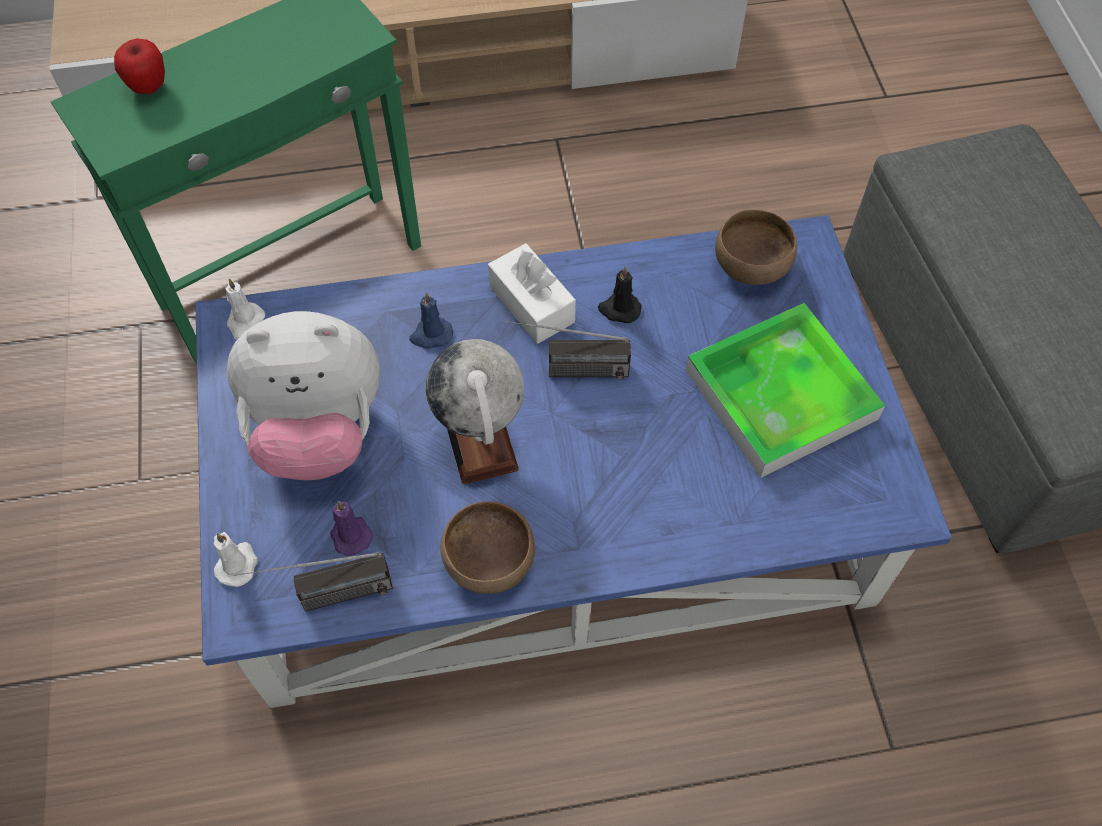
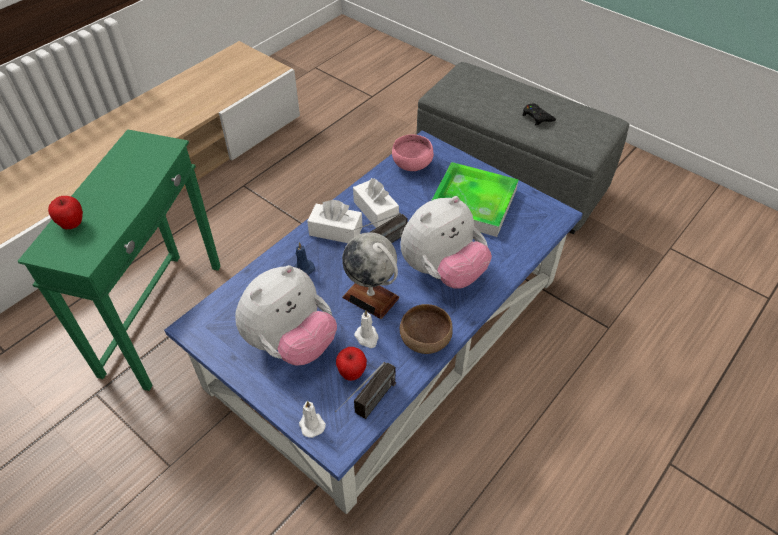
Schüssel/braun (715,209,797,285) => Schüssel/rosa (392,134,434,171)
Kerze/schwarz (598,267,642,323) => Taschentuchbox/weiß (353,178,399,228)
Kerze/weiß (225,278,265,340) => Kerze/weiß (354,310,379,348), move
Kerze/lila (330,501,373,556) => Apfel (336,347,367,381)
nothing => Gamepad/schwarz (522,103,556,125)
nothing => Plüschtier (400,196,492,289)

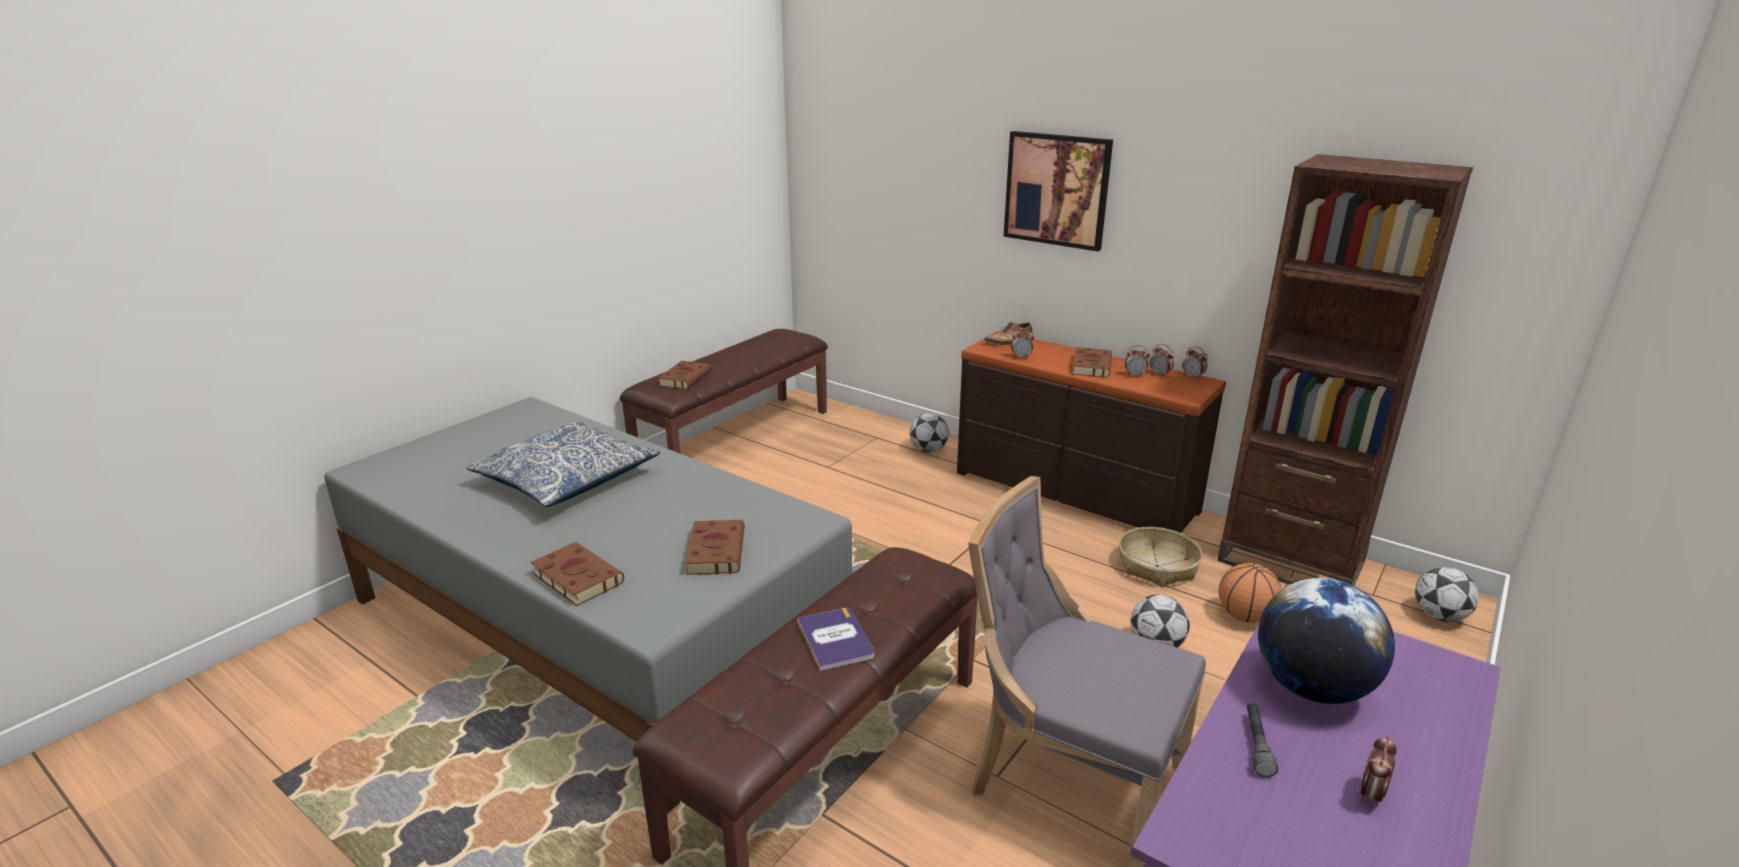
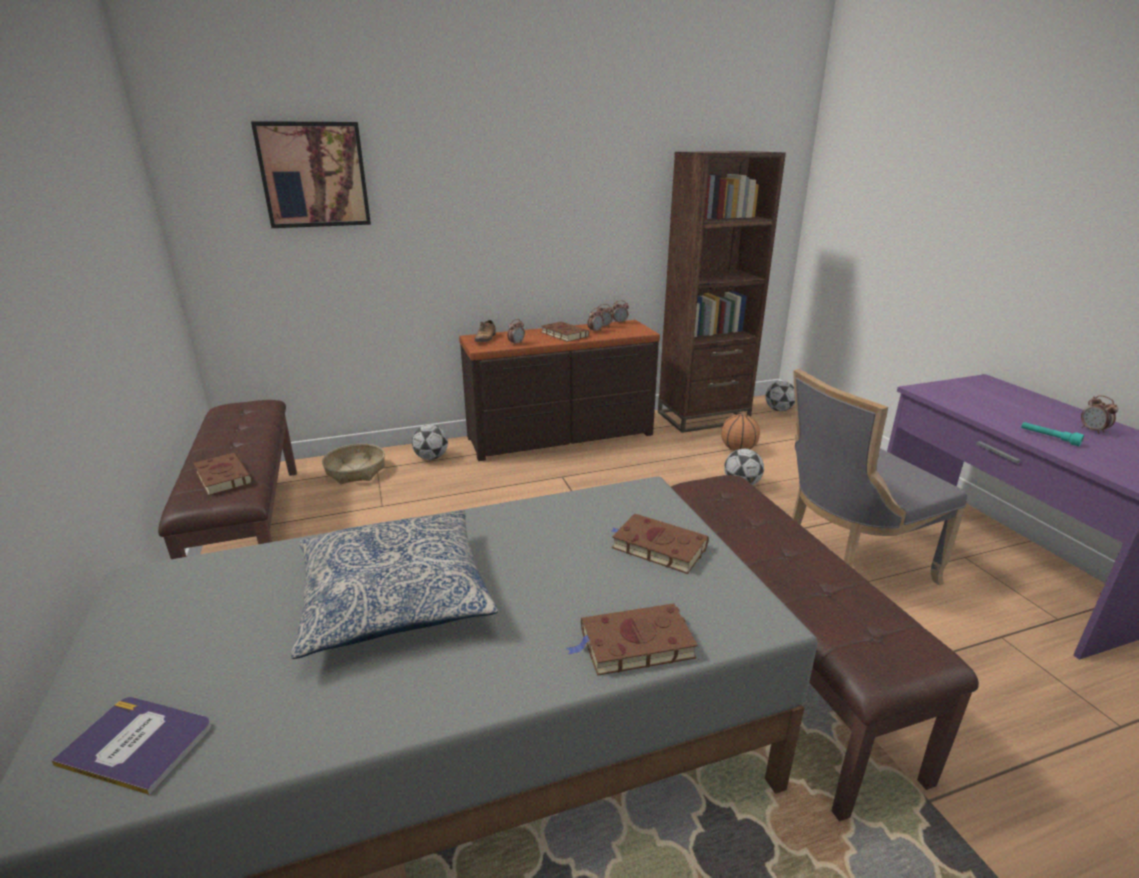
Bild (1004,131,1113,251) => Bild (251,121,371,228), move
Korb (1119,527,1203,587) => Korb (322,444,385,484), move
Globus (1258,578,1395,704) => nothing
Buch (797,608,874,671) => Buch (52,697,211,795), move
Taschenlampe/grau (1247,703,1278,777) => Taschenlampe/türkis (1021,422,1084,446)

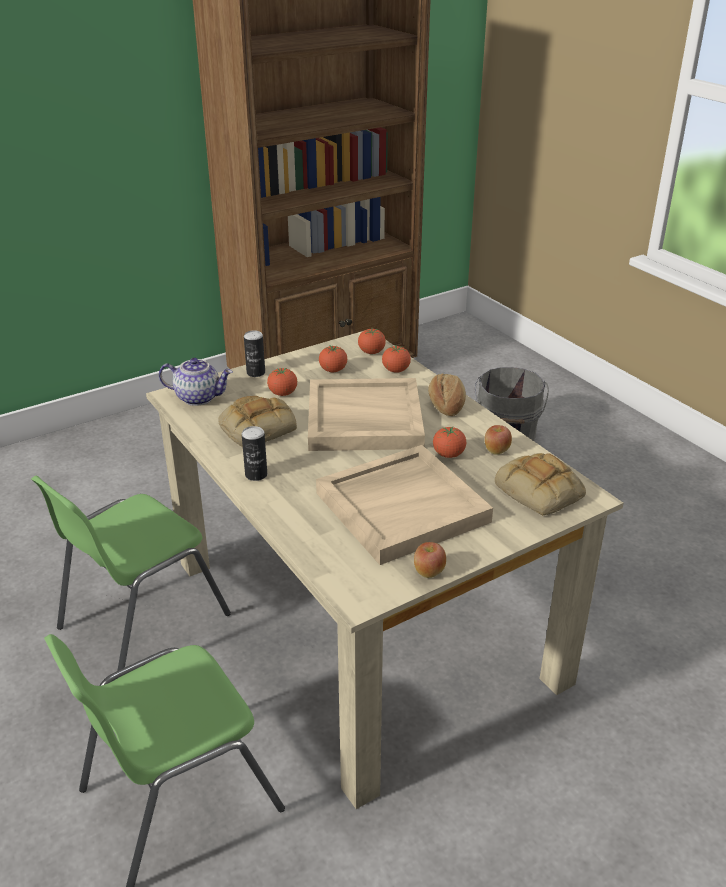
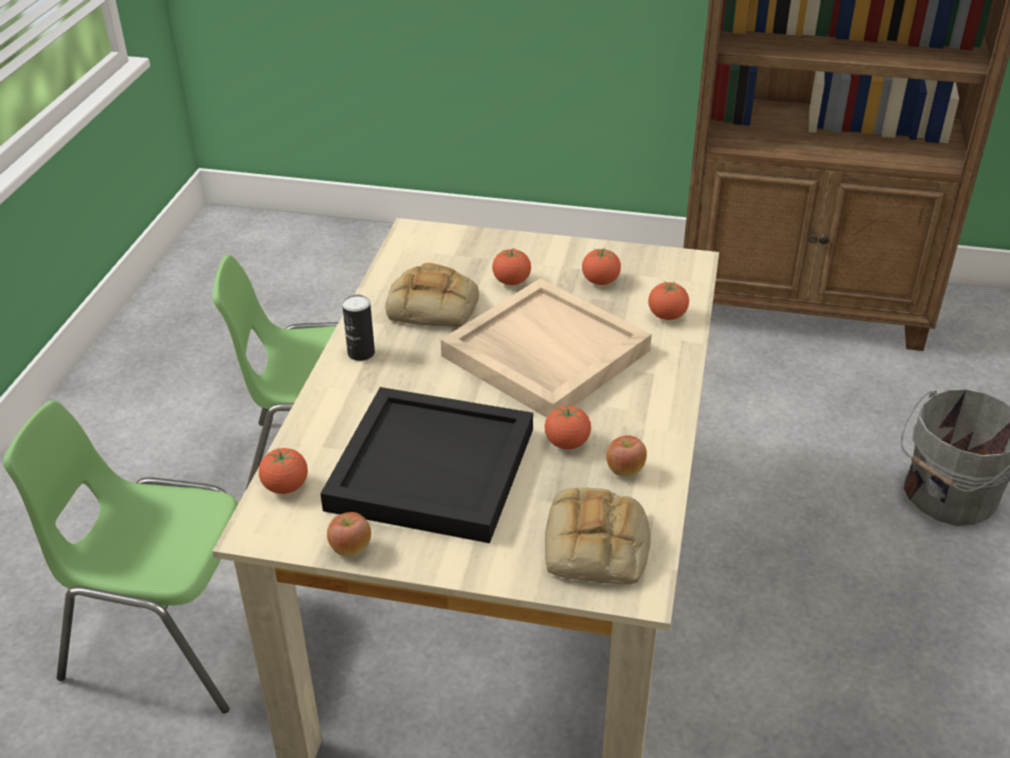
Tomate (358,329,386,354) => Tomate (259,448,308,494), move
Dose (244,330,265,377) => nothing
Teekanne (159,358,233,406) => nothing
Brot (428,374,466,416) => nothing
Tablett/beige (316,445,493,565) => Tablett/schwarz (320,387,533,543)

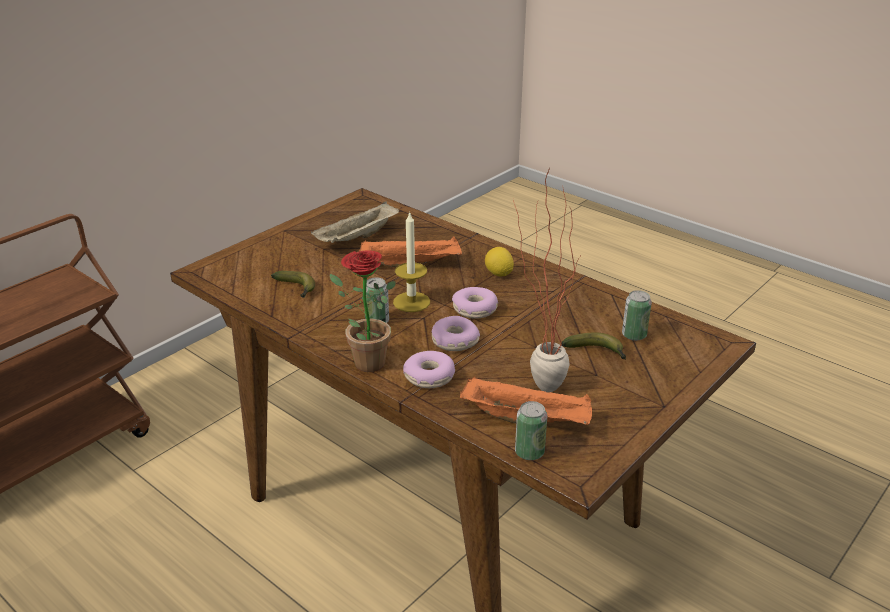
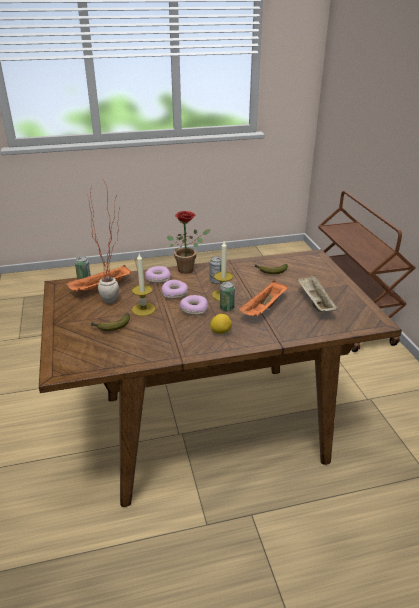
Dose (622,290,652,341) => Dose (220,282,235,311), move
nothing => Kerze (132,254,156,316)

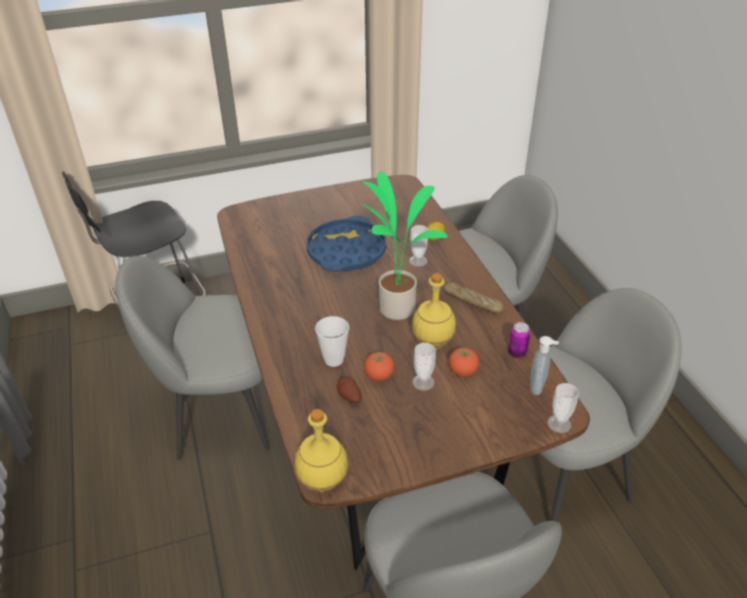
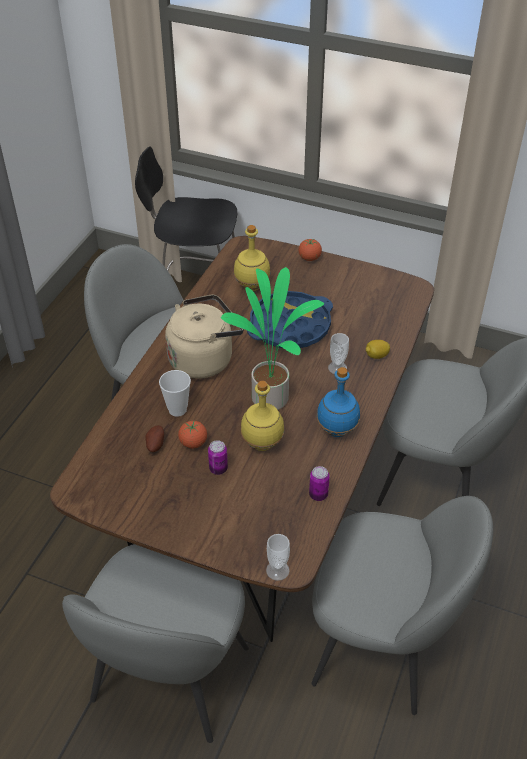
Brot (444,283,504,313) => Flasche/blau (317,367,360,437)
Seifenspender (530,336,559,395) => nothing
Tasse (412,343,436,391) => Dose (208,440,228,475)
Tomate (449,347,479,377) => Tomate (298,239,322,261), move
Flasche/gelb (295,409,349,492) => Flasche/gelb (234,225,270,291), move
nothing => Wasserkessel/beige (165,294,244,379)

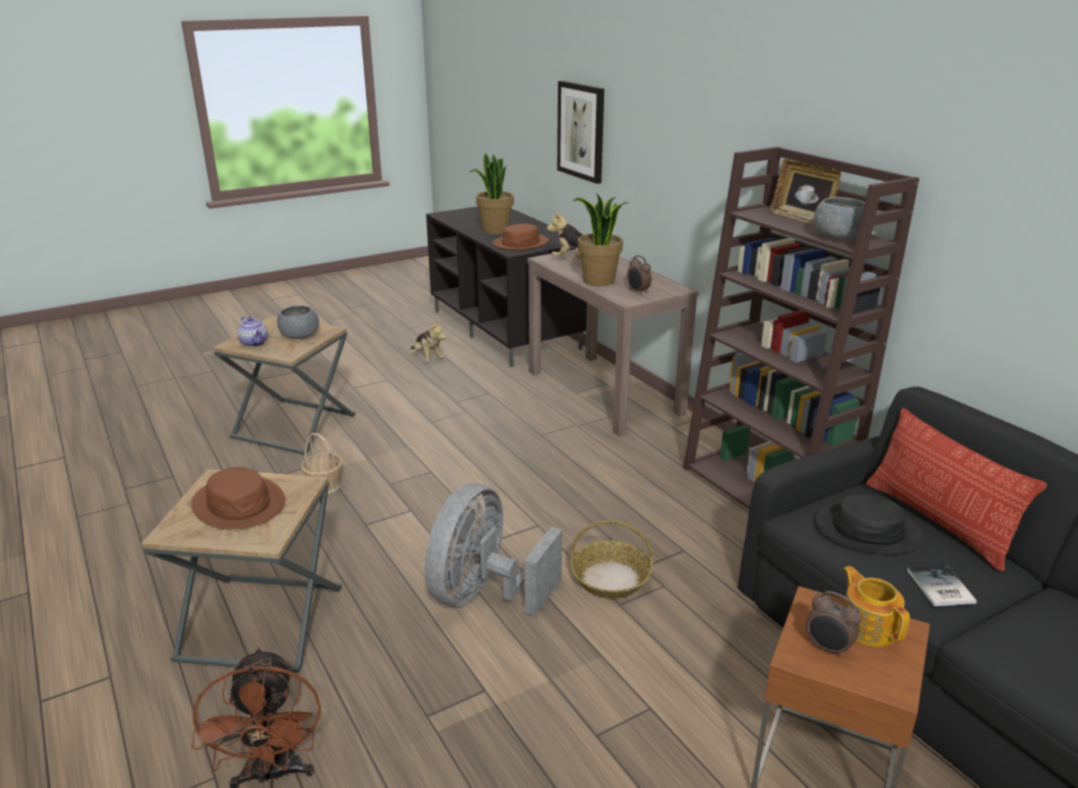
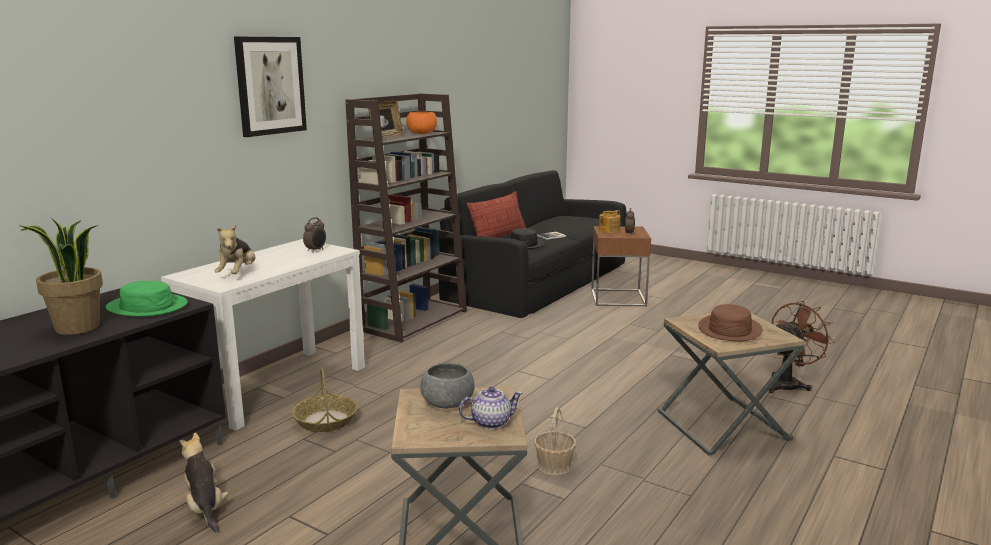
Bild (557,81,604,184) => Bild (234,37,307,137), move
Topfpflanze (572,194,628,286) => nothing
Schüssel/grau (814,197,865,239) => Schüssel/orange (406,112,437,134)
Hut/braun (493,224,549,250) => Hut/grün (106,281,188,317)
Konsolentisch/braun (528,249,699,436) => Konsolentisch/weiß (161,239,365,431)
Teekanne (237,316,268,347) => Teekanne (459,387,523,429), 45 degrees clockwise
Plüschtier (411,320,446,361) => Plüschtier (180,433,229,533), 60 degrees counterclockwise
Ventilator/grau (424,484,562,616) => nothing
Korb (570,520,653,598) => Korb (292,367,358,432), move

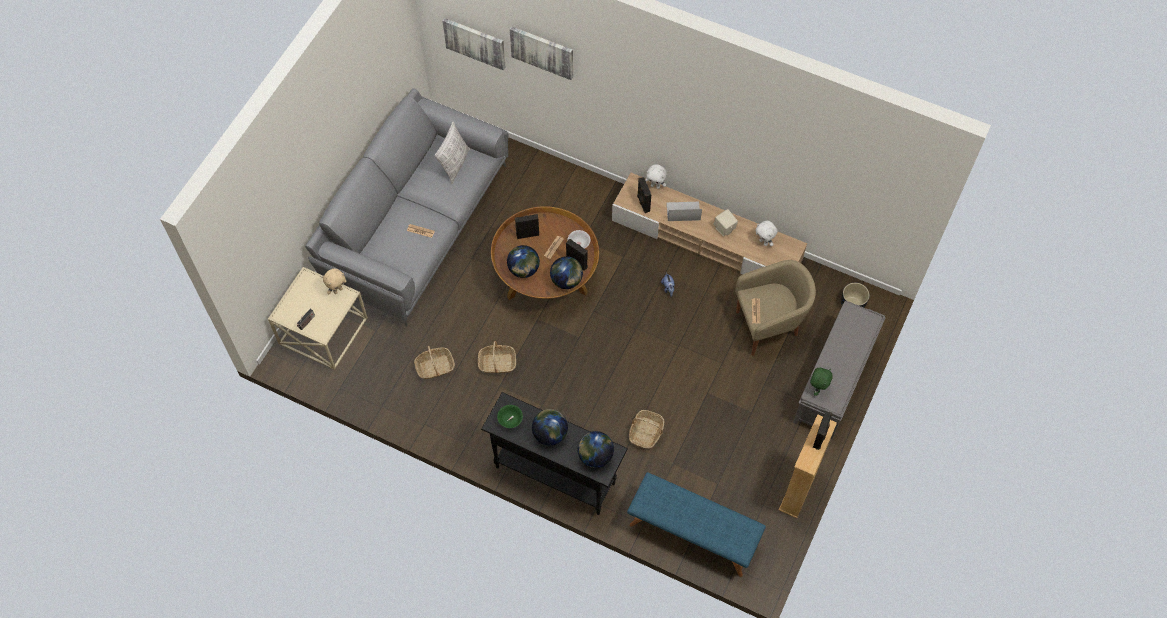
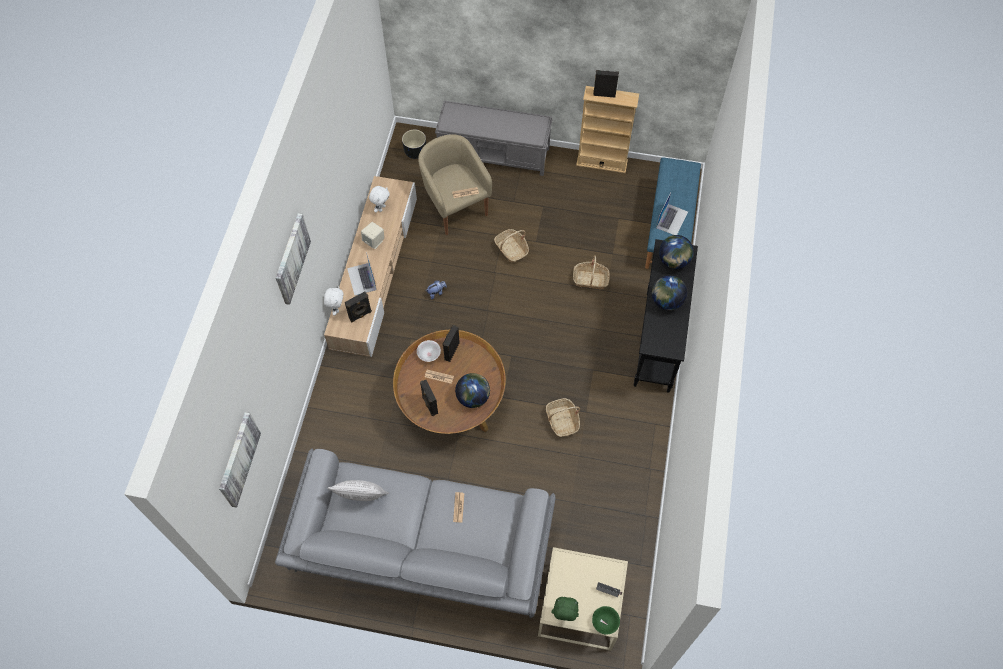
Bild (510,26,573,80) => Bild (276,213,311,305), move
Globus (550,256,583,289) => nothing
Plüschtier/beige (323,268,347,294) => nothing
Korb (414,346,455,379) => Korb (494,229,529,262), move
Plüschtier/grün (810,368,832,396) => Plüschtier/grün (552,597,579,621), move
Schüssel/grün (497,405,523,428) => Schüssel/grün (592,606,620,635), move
nothing => Laptop (656,193,688,235)

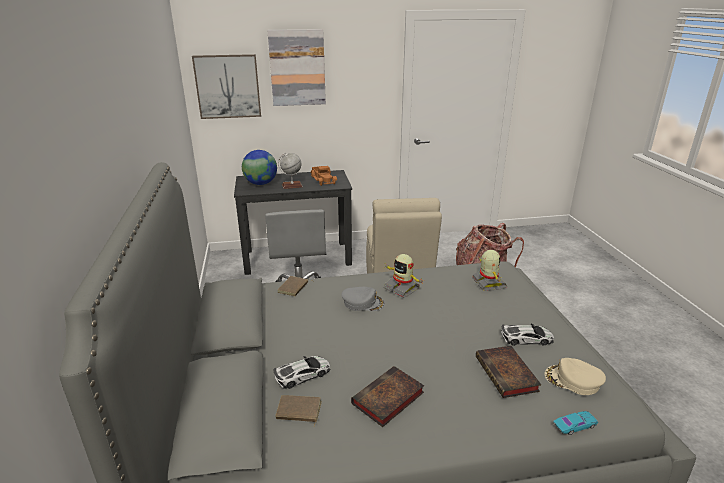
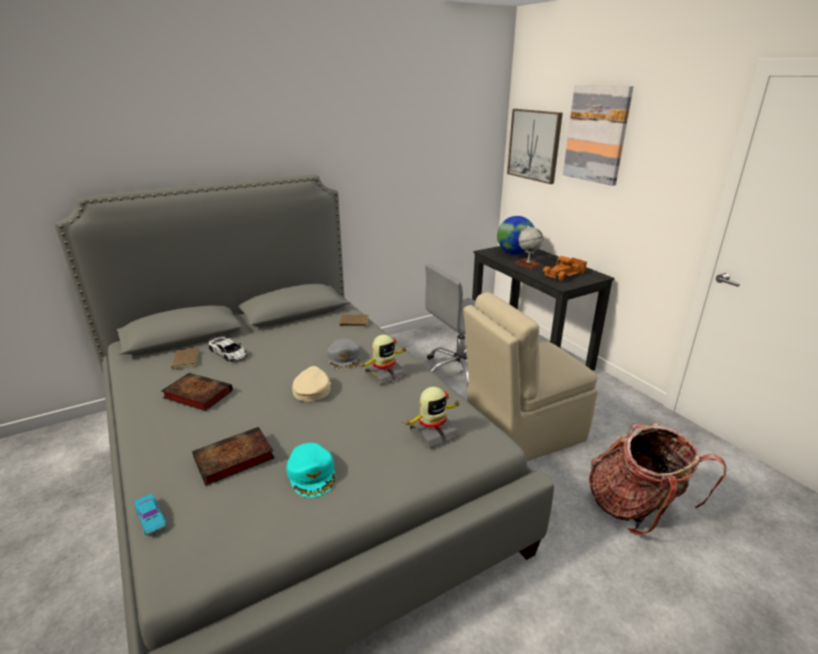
Spielzeugroboter (384,254,425,298) => Spielzeugroboter (359,334,407,385), 150 degrees counterclockwise
Spielzeugauto (501,323,554,346) => Kappe/türkis (286,443,335,498)
Kappe/beige (544,358,606,395) => Kappe/beige (292,366,331,401), move

